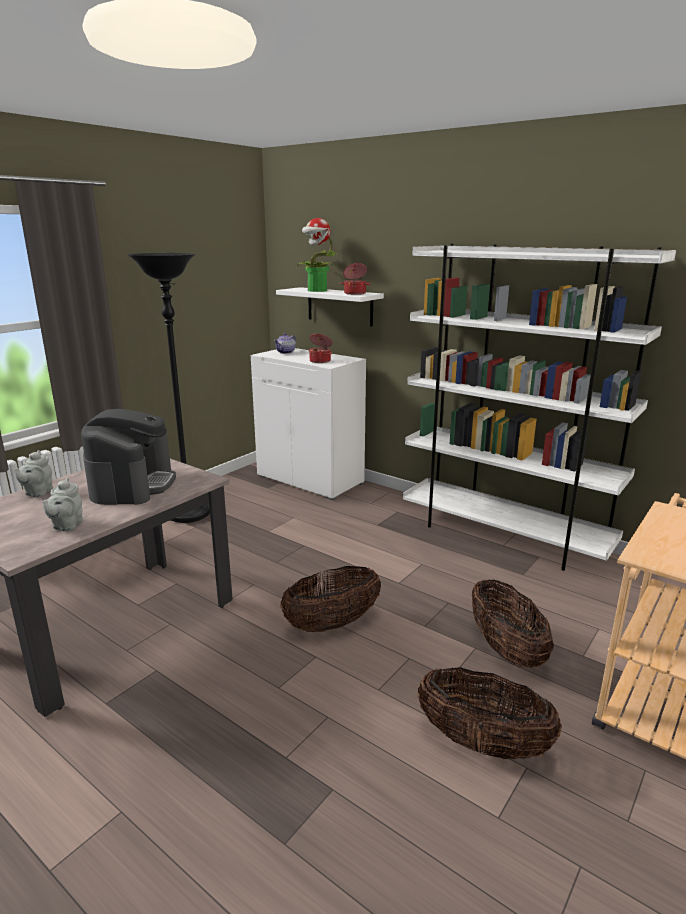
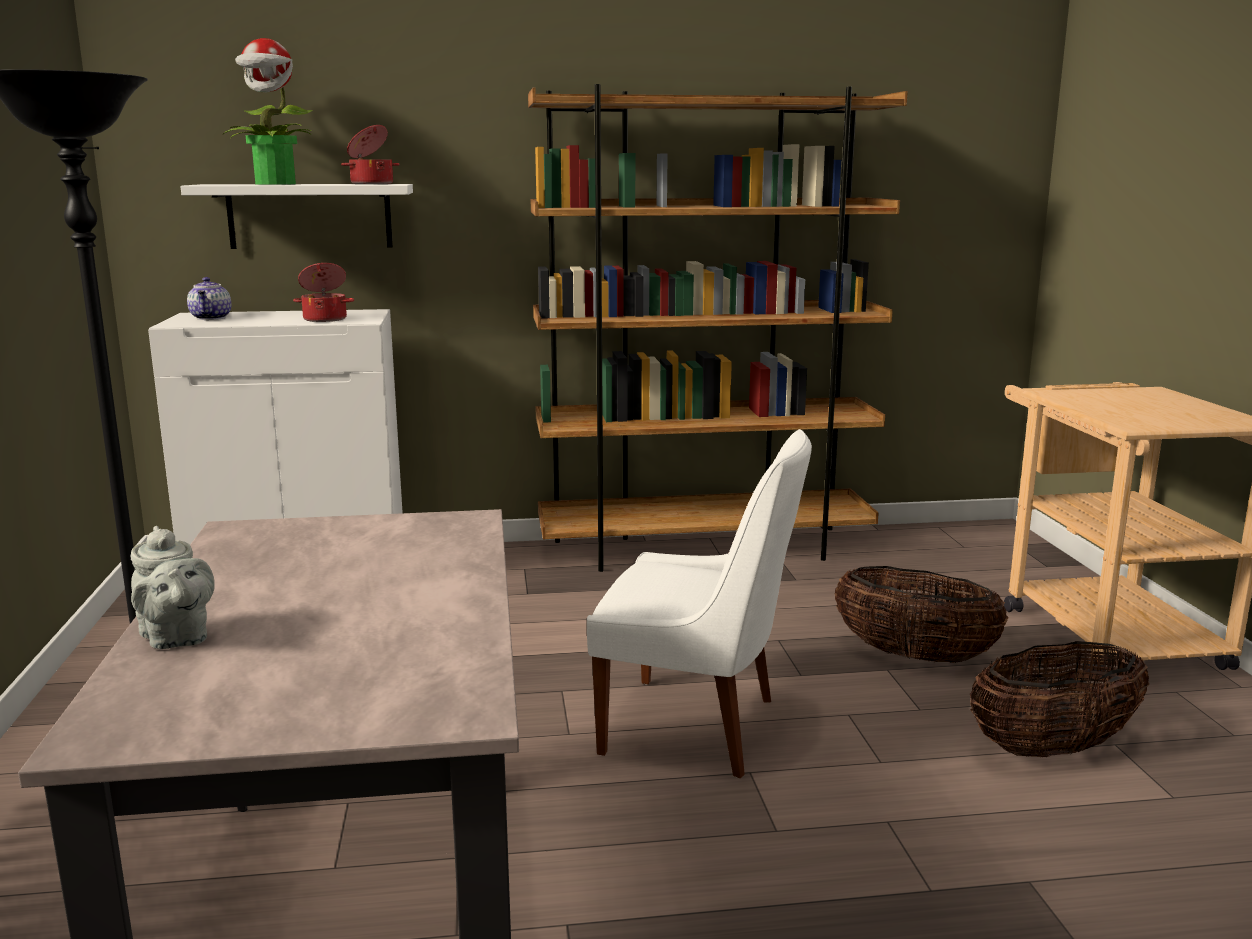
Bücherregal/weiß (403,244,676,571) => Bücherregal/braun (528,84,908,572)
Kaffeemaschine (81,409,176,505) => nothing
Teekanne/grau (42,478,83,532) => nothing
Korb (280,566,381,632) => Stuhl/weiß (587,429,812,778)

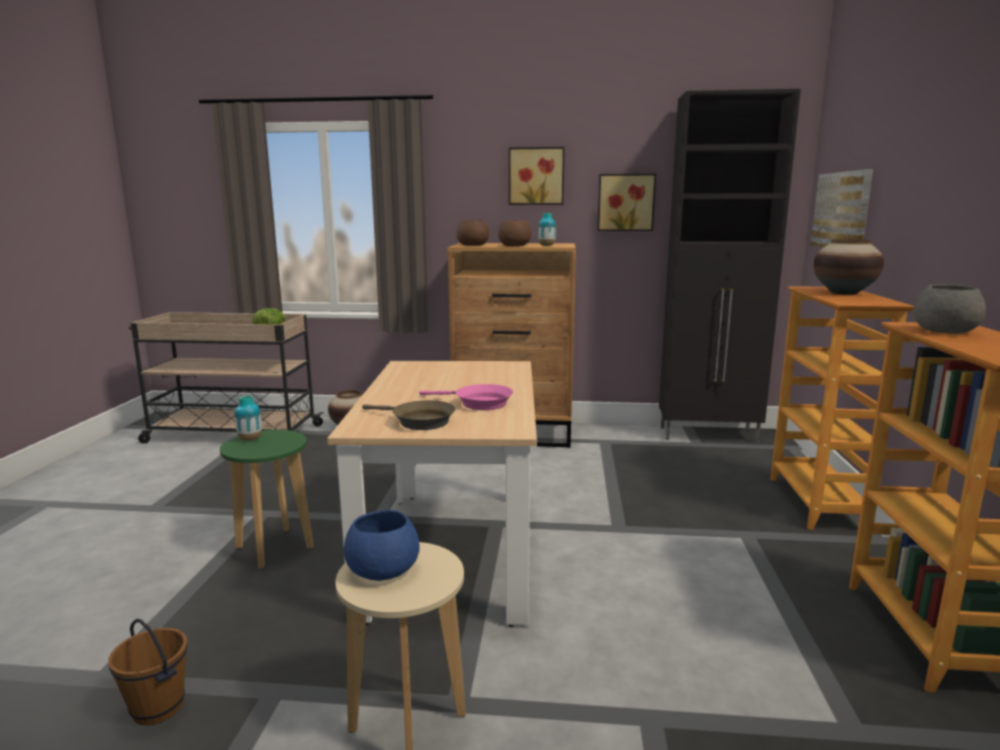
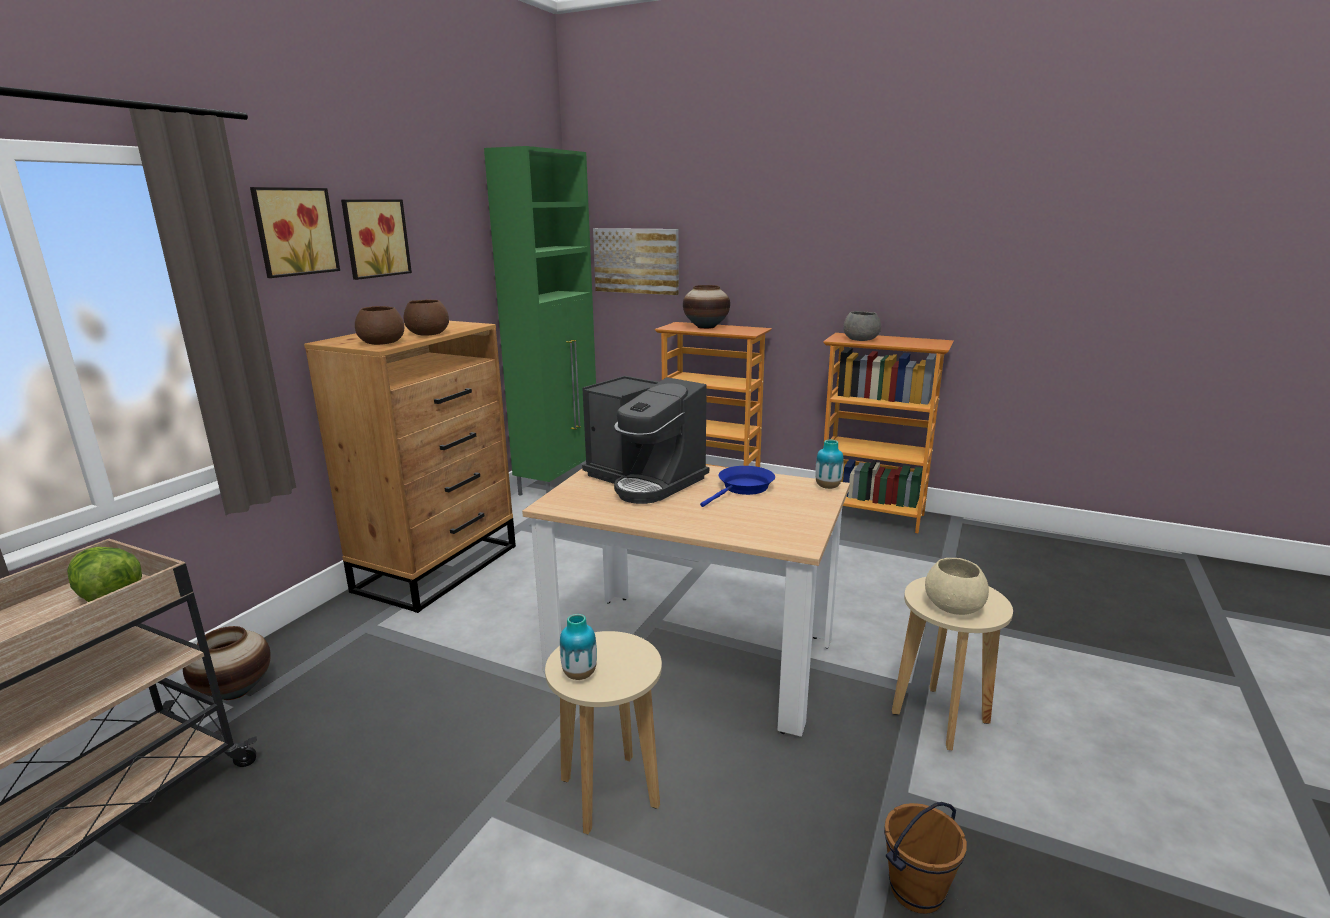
Schrank/schwarz (659,89,801,443) => Schrank/grün (484,146,596,496)
Bild (597,174,656,231) => Bild (250,187,340,278), move
Vase (538,213,556,246) => Vase (815,440,844,489), move
Pfanne/rosa (419,384,513,410) => Pfanne/blau (700,466,775,507)
Pfanne/braun (362,400,456,430) => nothing
Hocker/grün (220,430,314,569) => Hocker/beige (545,631,662,835)
Schüssel/blau (344,510,419,581) => Schüssel/beige (925,558,989,615)
nothing => Kaffeemaschine (582,376,709,504)

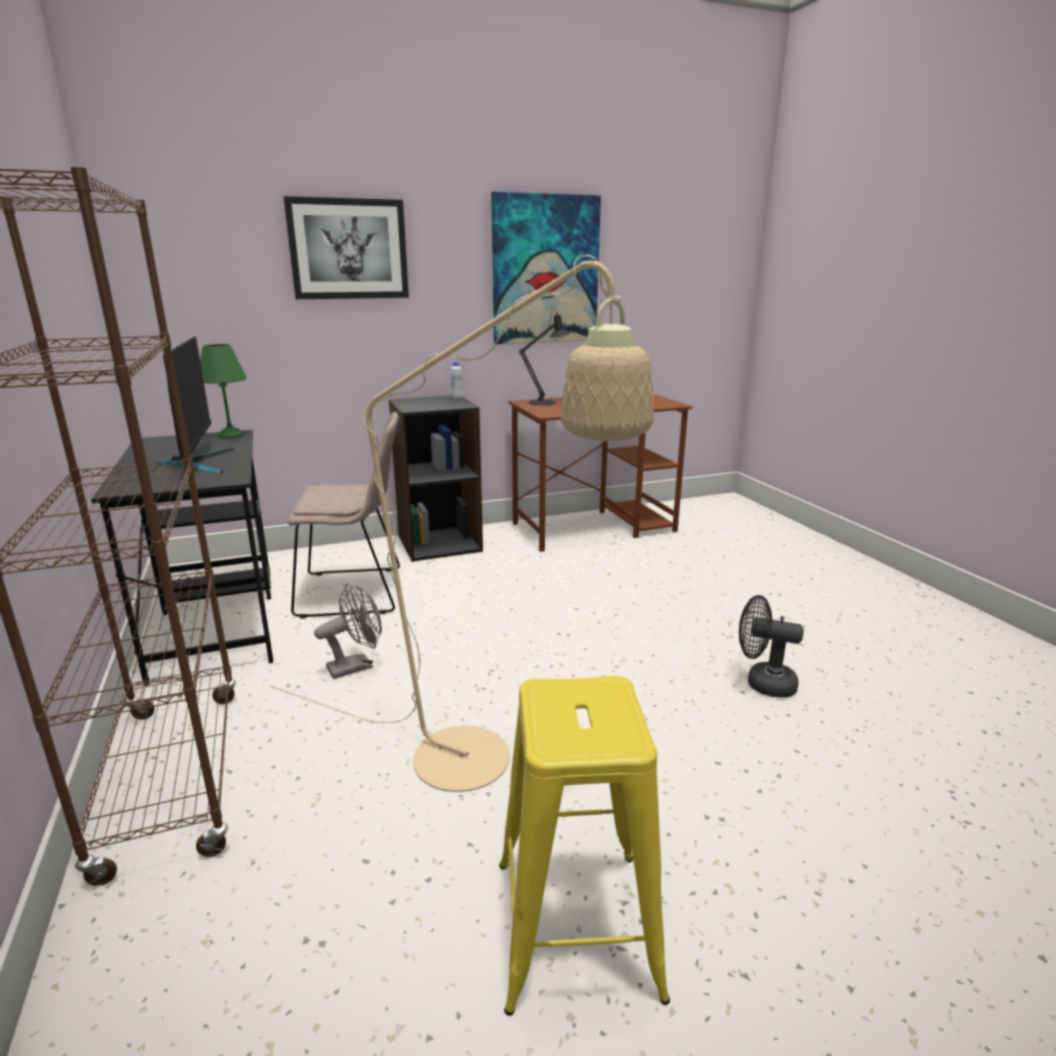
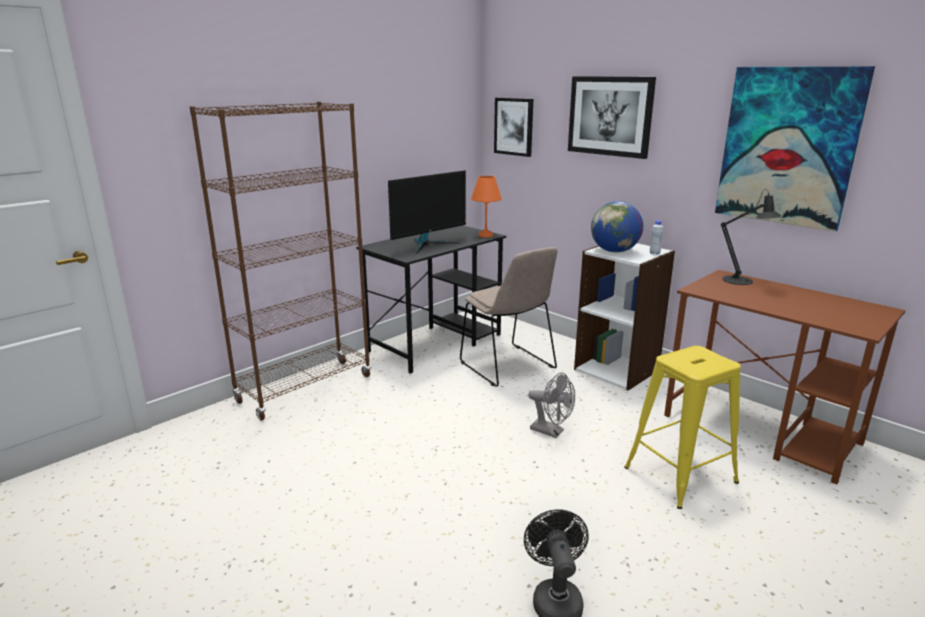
Stehlampe/beige (269,255,654,792) => nothing
Tischlampe/grün (200,344,247,439) => Tischlampe/orange (471,176,502,238)
Bücherregal/schwarz (389,395,483,562) => Bücherregal/weiß (574,243,675,391)
Ventilator/grau (314,583,382,679) => Ventilator/grau (528,372,575,438), move
Hocker/gelb (499,676,670,1016) => Hocker/gelb (624,346,741,509), move
nothing => Bild (494,98,533,157)
nothing => Globus (591,201,643,253)

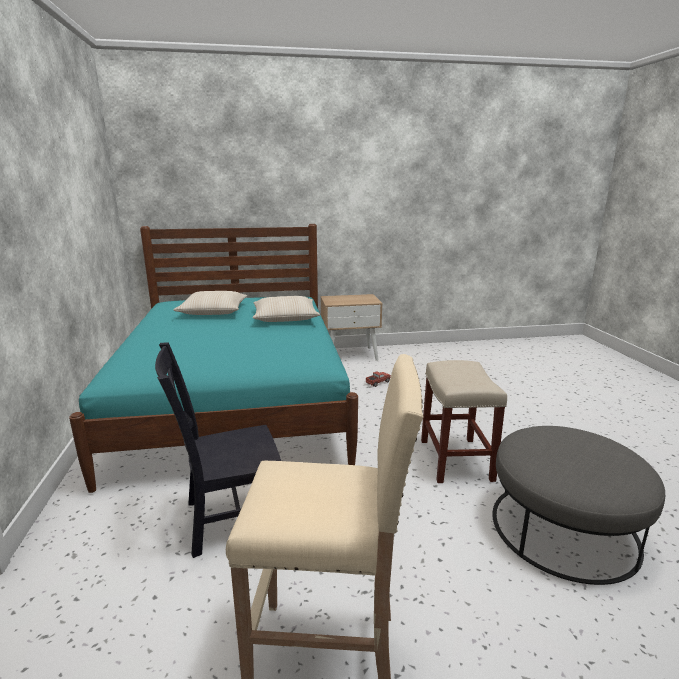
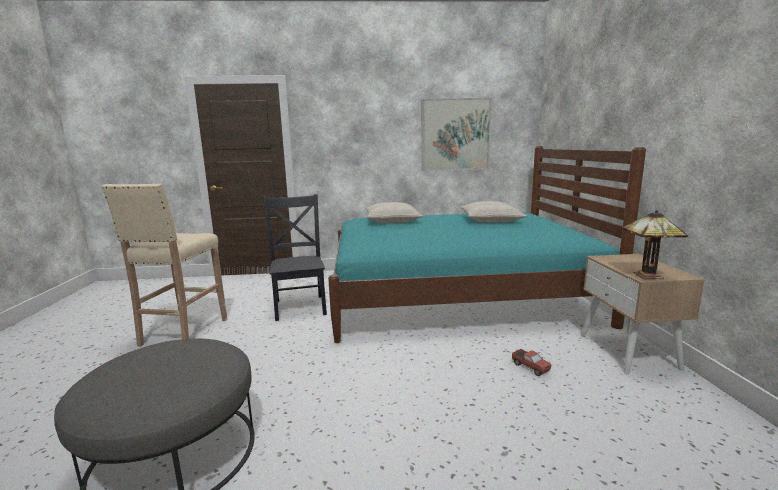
Kissen/beige (253,296,320,322) => Kissen/beige (365,202,423,223), move
Hocker/beige (421,360,507,483) => nothing
nothing => Bild (422,98,492,171)
nothing => Tischlampe (623,210,688,279)

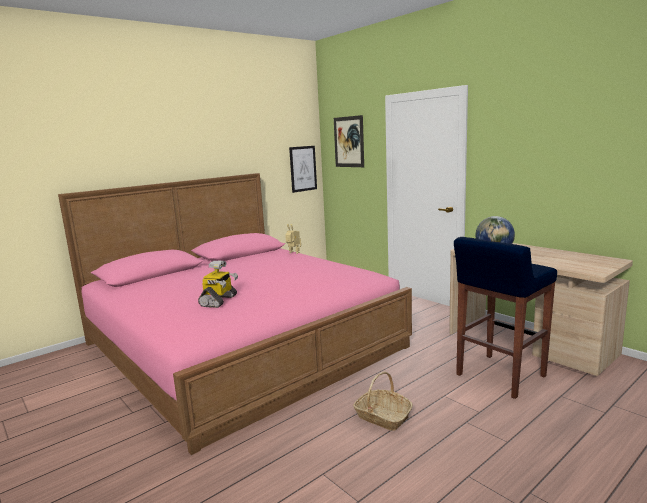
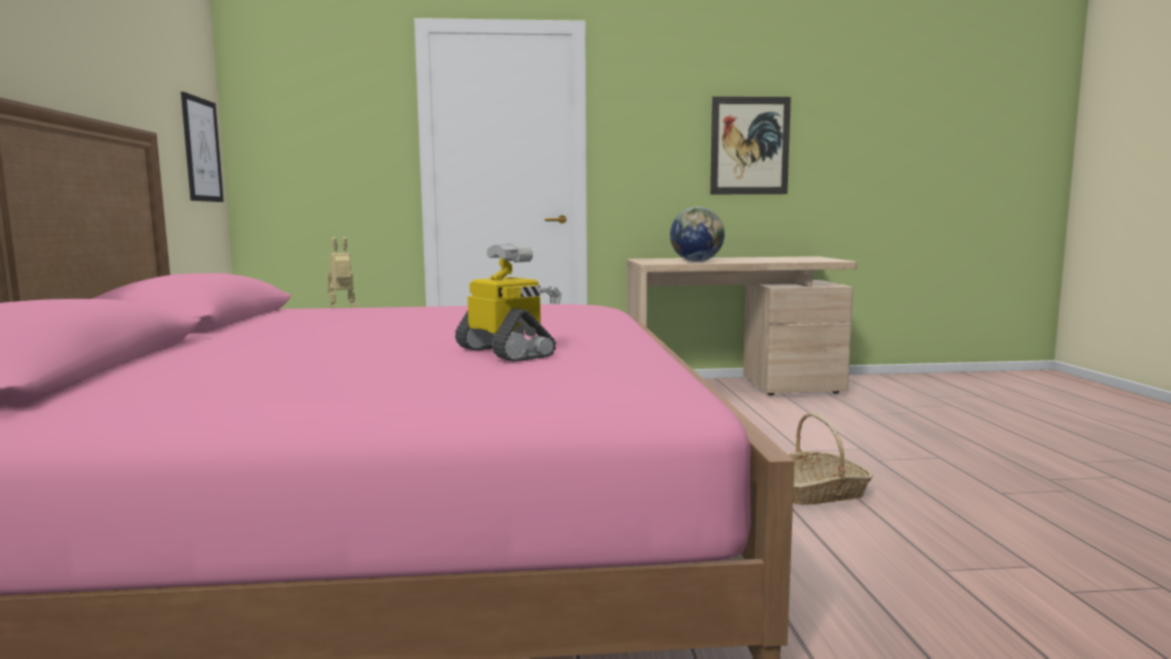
Bild (334,115,364,167) => Bild (710,96,791,194), move
Hocker/blau (454,237,557,399) => nothing

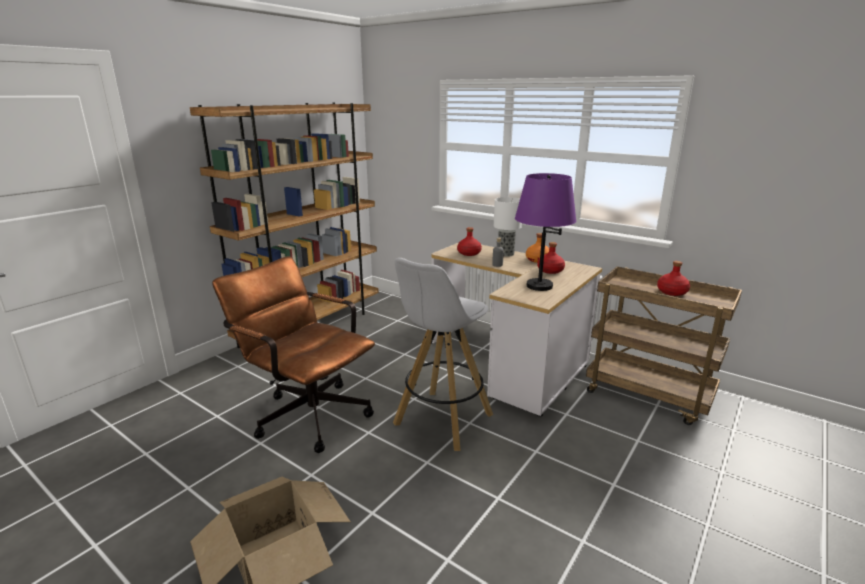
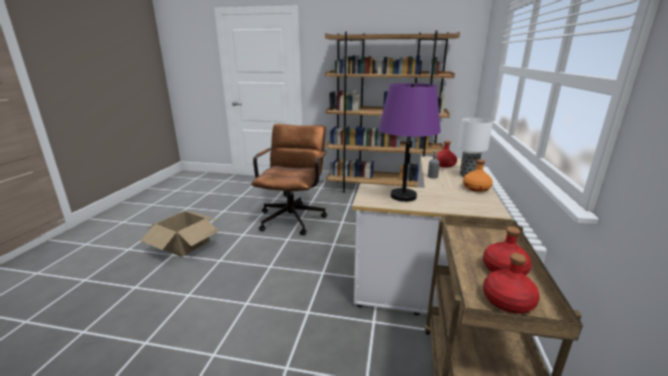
Flasche/rot (537,242,565,274) => Flasche/rot (483,253,540,314), move
Hocker/weiß (393,258,493,451) => nothing

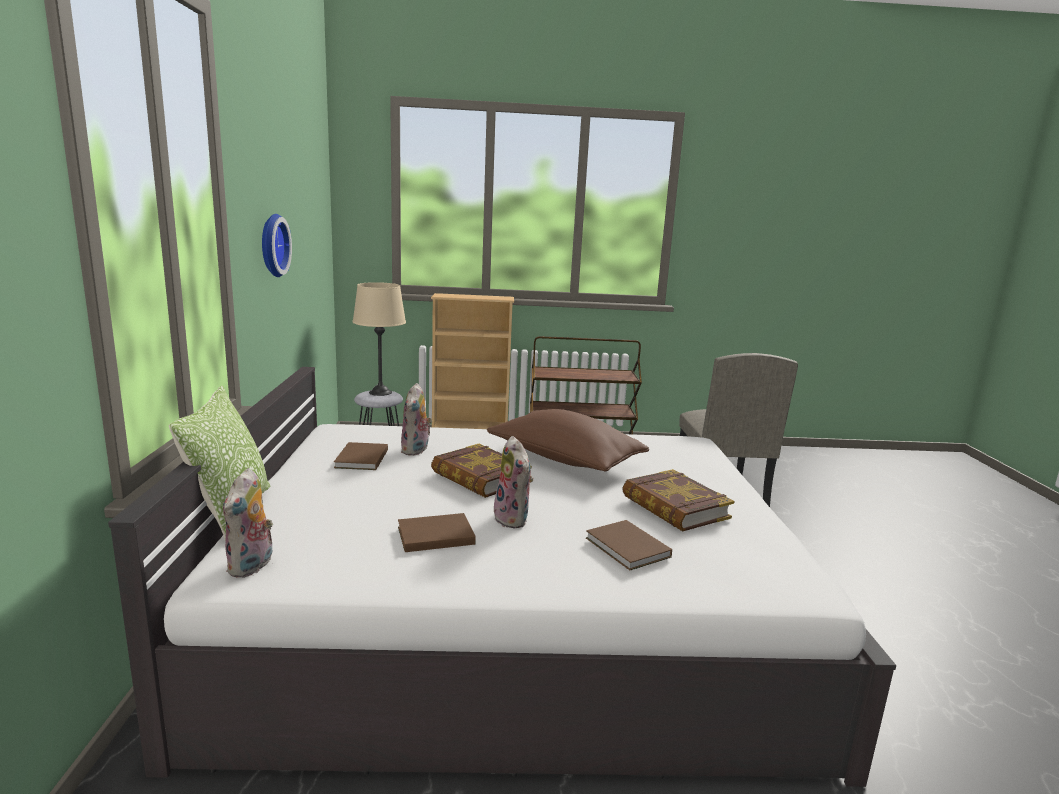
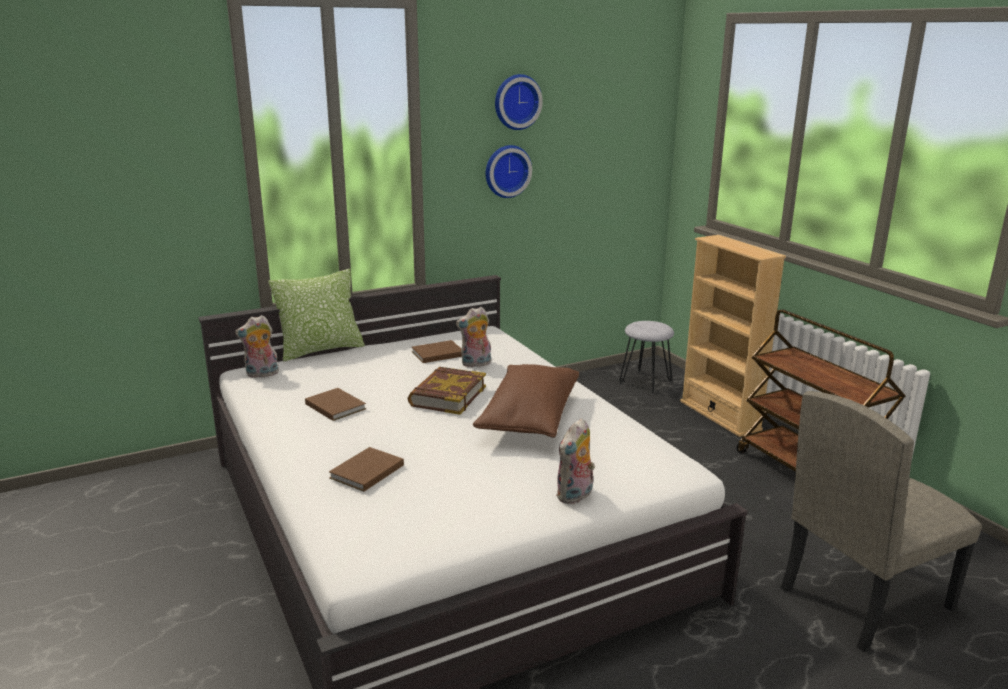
Tischlampe/beige (353,282,406,396) => nothing
Plüschtier (492,436,533,528) => Plüschtier (556,418,595,504), move
Buch (622,469,735,531) => nothing
nothing => Wanduhr (495,74,543,130)

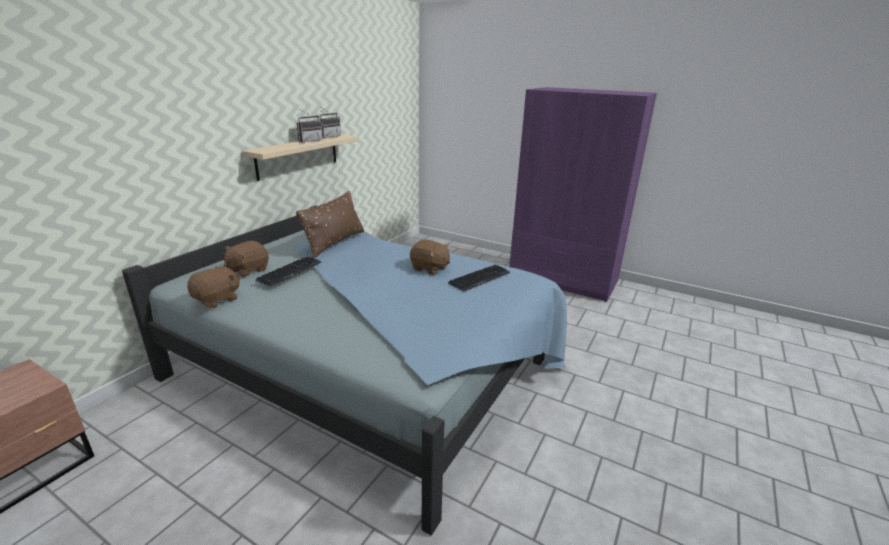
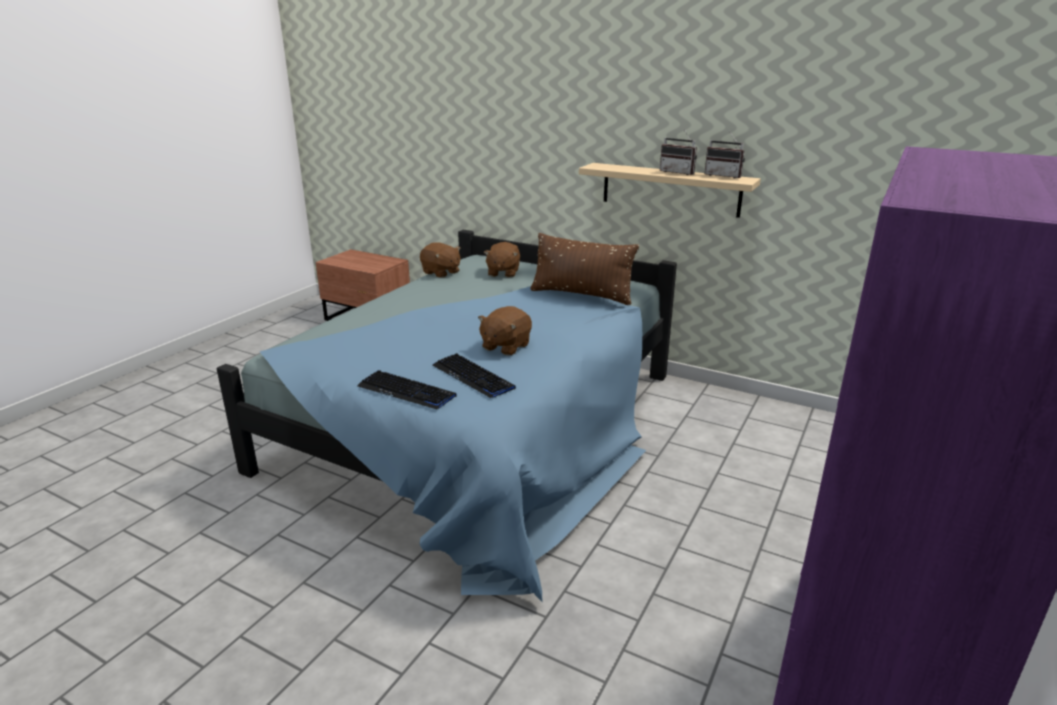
Plüschtier/braun (224,241,269,277) => Plüschtier/braun (484,242,520,278), 120 degrees counterclockwise
Tastatur (255,257,322,286) => Tastatur (357,370,457,409), move

